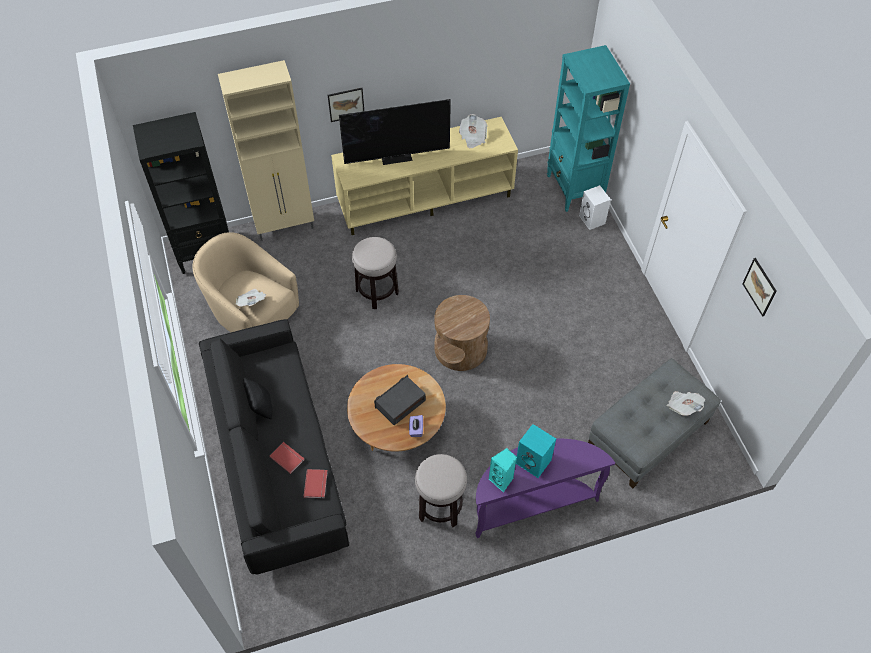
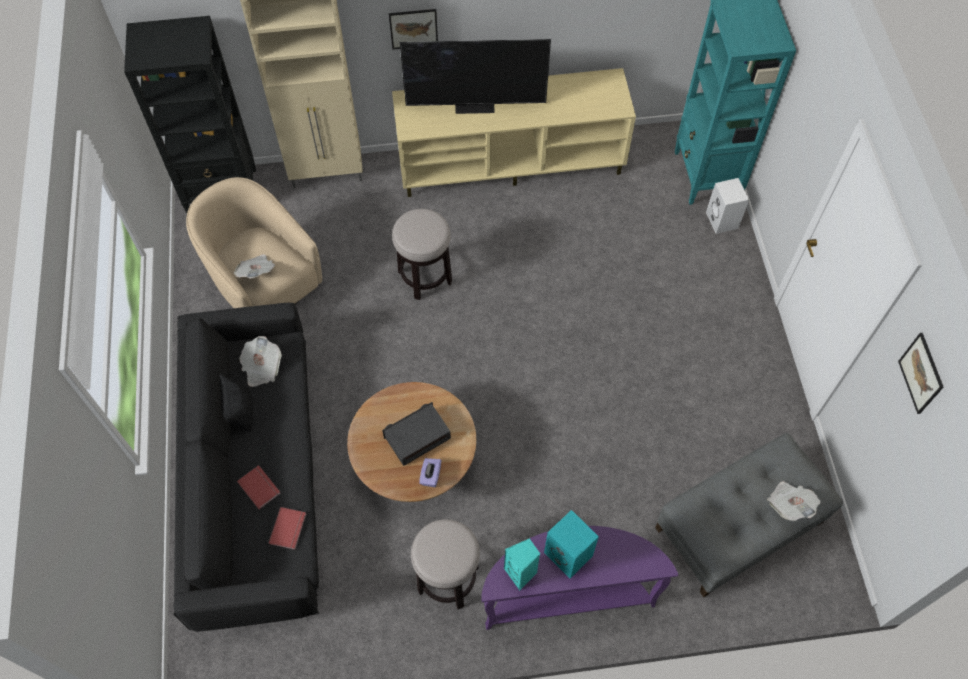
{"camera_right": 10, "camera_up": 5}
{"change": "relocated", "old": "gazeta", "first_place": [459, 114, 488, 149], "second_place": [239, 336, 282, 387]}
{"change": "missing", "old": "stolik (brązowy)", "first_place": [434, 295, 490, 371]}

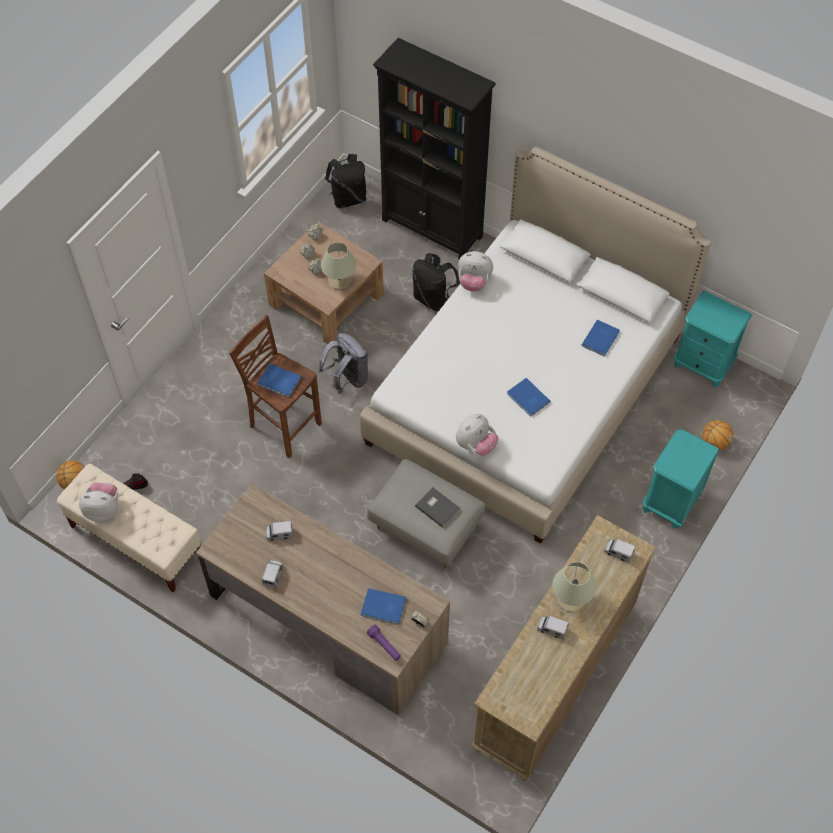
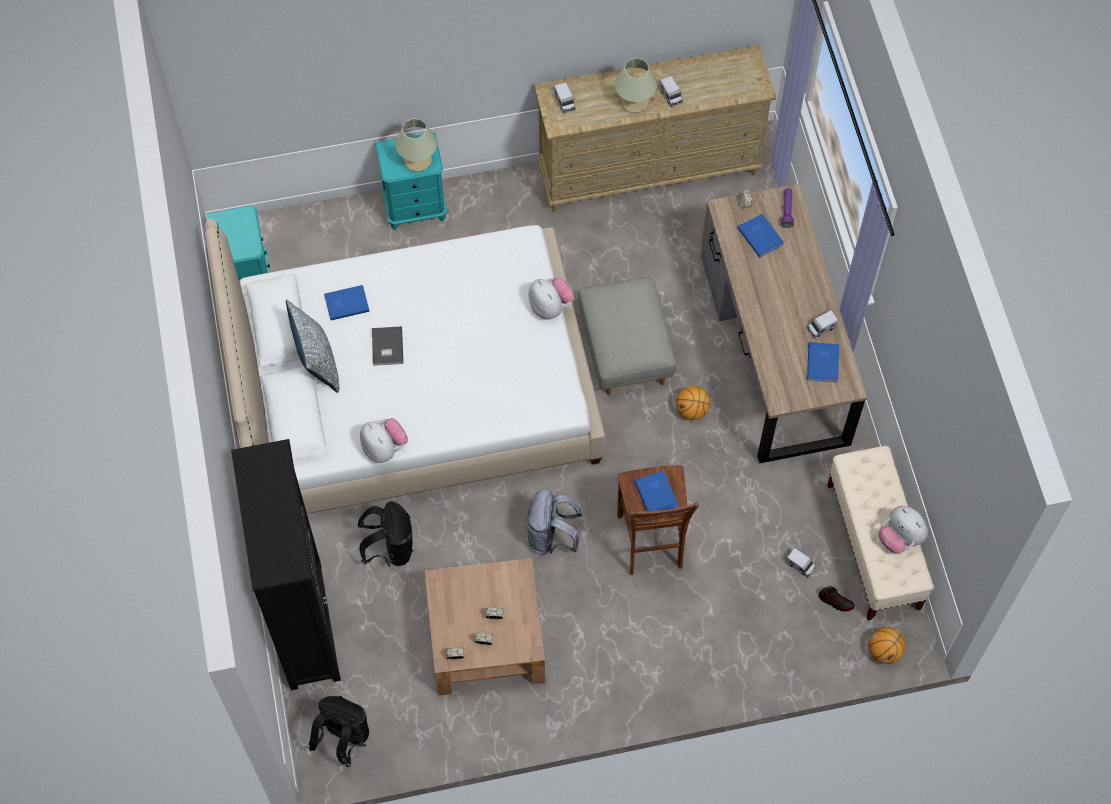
{"camera_right": -135, "camera_up": 5}
{"change": "appeared", "new": "poduszka", "second_place": [286, 300, 339, 393]}
{"change": "relocated", "old": "książka (szary)", "first_place": [415, 487, 460, 528], "second_place": [372, 326, 403, 366]}
{"change": "relocated", "old": "lampa stołowa (beżowy)", "first_place": [321, 242, 356, 290], "second_place": [395, 119, 437, 172]}
{"change": "spun", "old": "pluszak", "first_place": [456, 414, 499, 456], "second_place": [529, 277, 575, 319], "degrees": 60}
{"change": "relocated", "old": "piłka do koszykówki", "first_place": [702, 420, 733, 450], "second_place": [676, 386, 710, 420]}
{"change": "relocated", "old": "ciężarówka zabawkowa", "first_place": [266, 521, 293, 541], "second_place": [786, 548, 816, 577]}
{"change": "relocated", "old": "książka (niebieski)", "first_place": [507, 378, 550, 417], "second_place": [807, 342, 839, 382]}

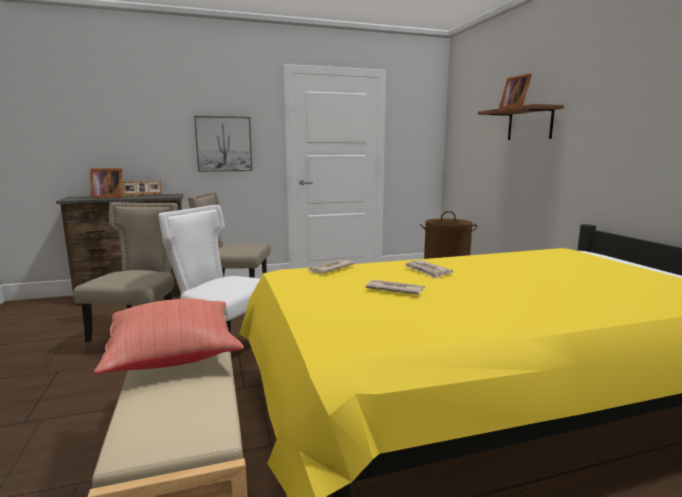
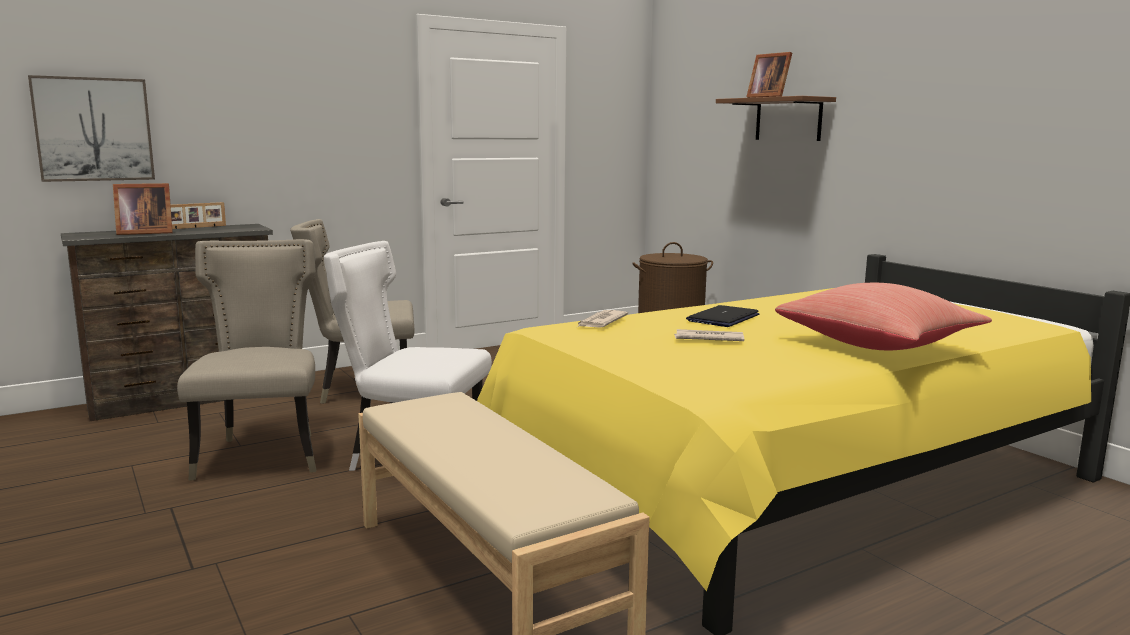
{"camera_right": -15, "camera_up": 0}
{"change": "relocated", "old": "obraz", "first_place": [194, 116, 253, 172], "second_place": [28, 75, 155, 182]}
{"change": "exchanged", "old": "gazeta", "new": "laptop", "first_place": [404, 260, 453, 279], "second_place": [686, 305, 759, 327]}
{"change": "relocated", "old": "poduszka (czerwony)", "first_place": [94, 299, 244, 374], "second_place": [775, 283, 992, 350]}

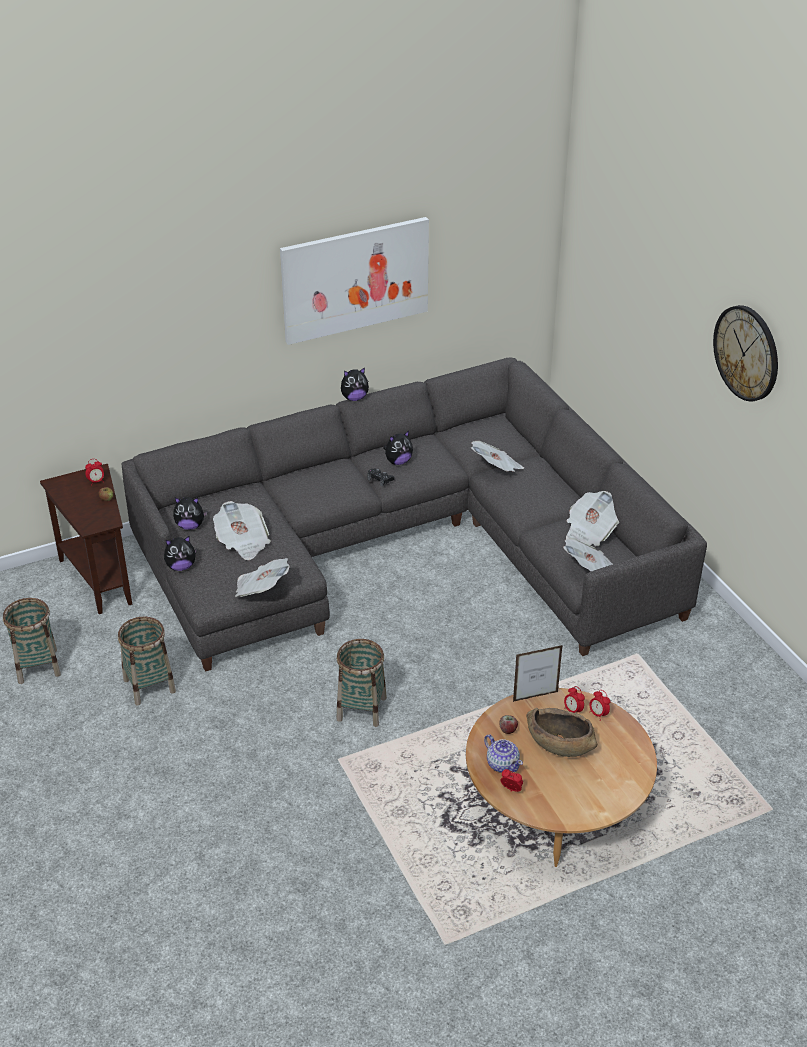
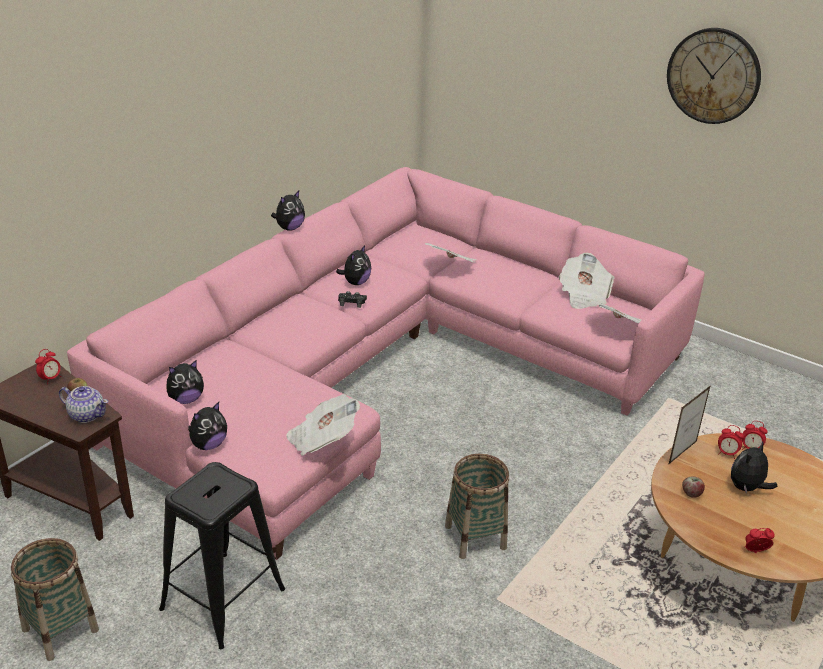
{"camera_right": -30, "camera_up": -5}
{"change": "relocated", "old": "imbryk", "first_place": [484, 734, 523, 773], "second_place": [59, 386, 108, 423]}
{"change": "colour", "old": "kanapa (szary)", "new": "kanapa (różowy)", "first_place": [122, 357, 707, 672], "second_place": [67, 167, 705, 560]}
{"change": "exchanged", "old": "koszyk", "new": "stołek (czarny)", "first_place": [118, 616, 176, 705], "second_place": [159, 462, 285, 649]}
{"change": "exchanged", "old": "miska (brązowy)", "new": "pluszak", "first_place": [527, 708, 597, 757], "second_place": [731, 442, 778, 494]}
{"change": "missing", "old": "gazeta", "first_place": [213, 501, 271, 560]}
{"change": "missing", "old": "obraz", "first_place": [280, 217, 429, 345]}

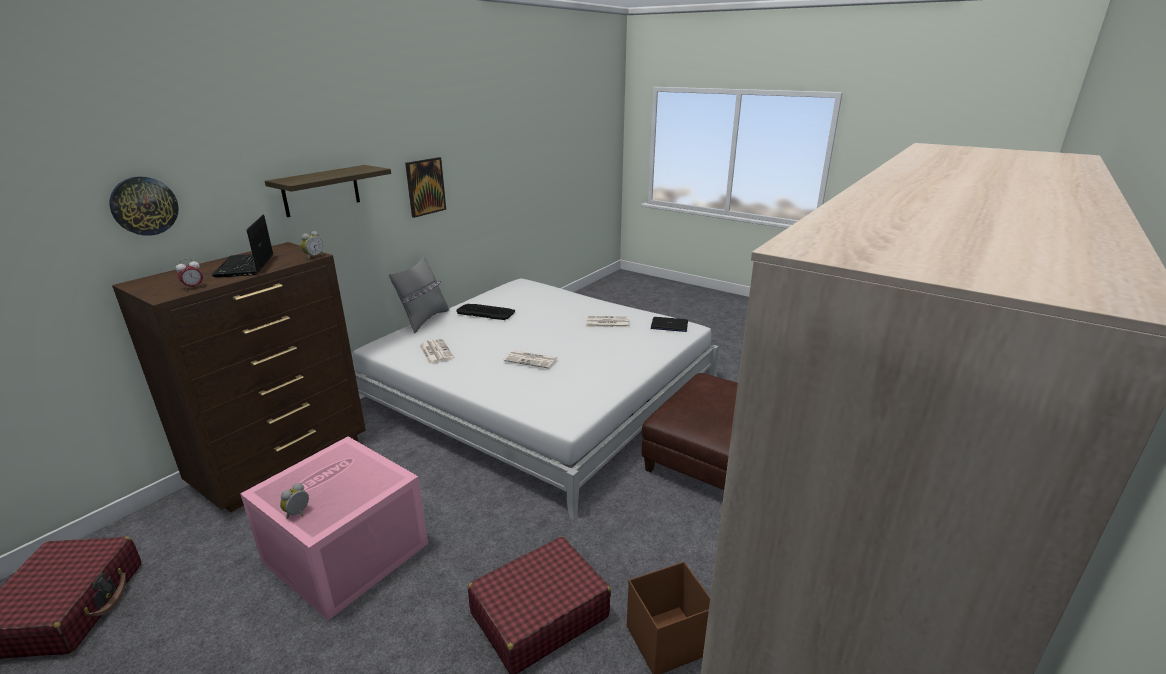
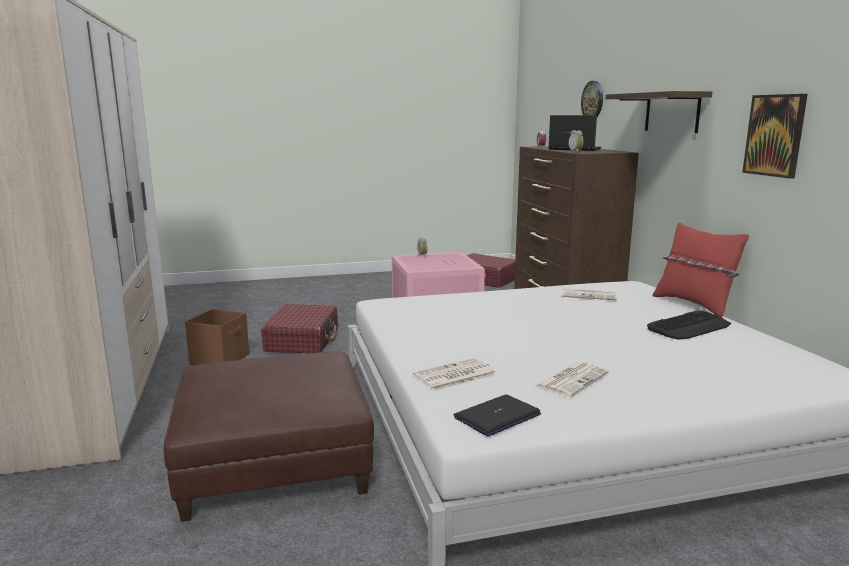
{"camera_right": 130, "camera_up": -10}
{"change": "relocated", "old": "gazeta", "first_place": [504, 351, 558, 369], "second_place": [412, 358, 497, 391]}
{"change": "colour", "old": "poduszka (szary)", "new": "poduszka (czerwony)", "first_place": [389, 257, 449, 333], "second_place": [653, 222, 749, 318]}

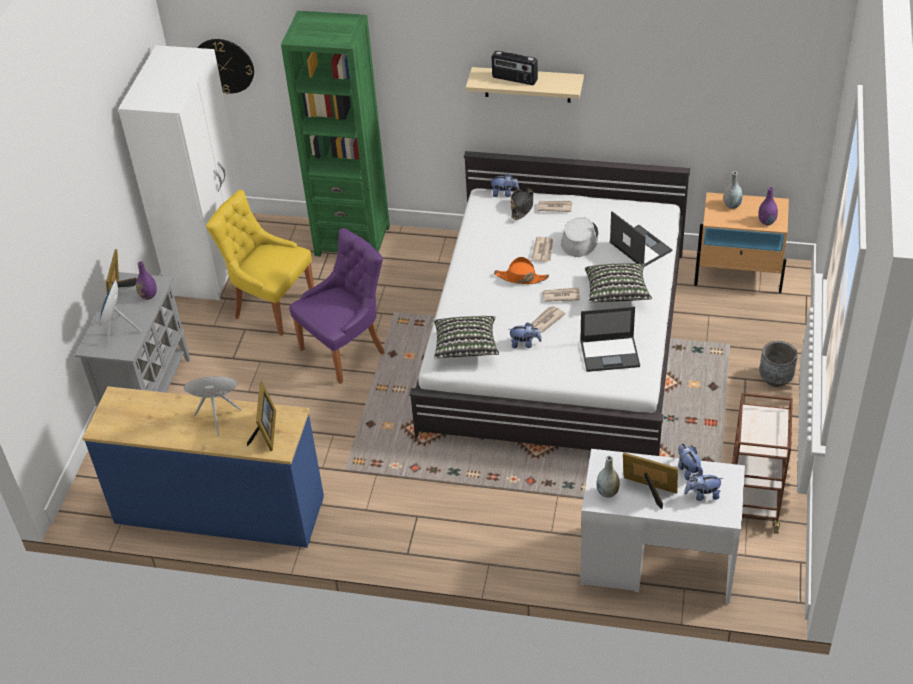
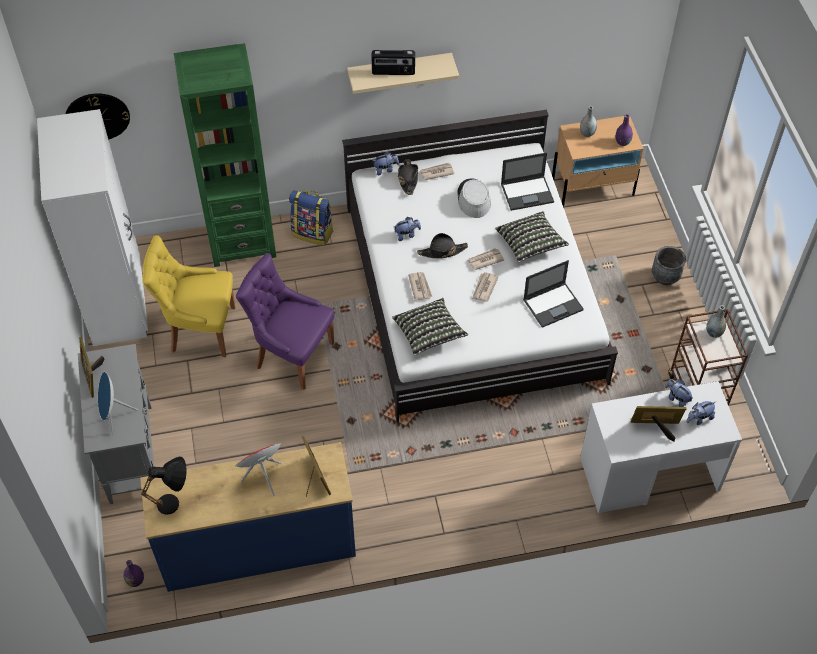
{"camera_right": -25, "camera_up": 10}
{"change": "relocated", "old": "wazon (fioletowy)", "first_place": [136, 261, 157, 300], "second_place": [123, 560, 144, 587]}
{"change": "appeared", "new": "lampa stołowa (czarny)", "second_place": [141, 457, 187, 515]}
{"change": "spun", "old": "krzesło (fioletowy)", "first_place": [289, 228, 385, 384], "second_place": [236, 253, 334, 390], "degrees": -90}
{"change": "appeared", "new": "plecak", "second_place": [289, 190, 333, 245]}
{"change": "relocated", "old": "pluszak", "first_place": [508, 322, 542, 348], "second_place": [394, 217, 421, 241]}
{"change": "relocated", "old": "gazeta", "first_place": [531, 237, 553, 262], "second_place": [408, 272, 433, 301]}
{"change": "colour", "old": "kapelusz (pomarańczowy)", "new": "kapelusz (czarny)", "first_place": [494, 257, 549, 284], "second_place": [417, 233, 468, 258]}
{"change": "spun", "old": "laptop", "first_place": [610, 211, 672, 267], "second_place": [501, 152, 554, 211], "degrees": 135}
{"change": "relocated", "old": "wazon (szary)", "first_place": [596, 456, 620, 498], "second_place": [706, 305, 726, 338]}

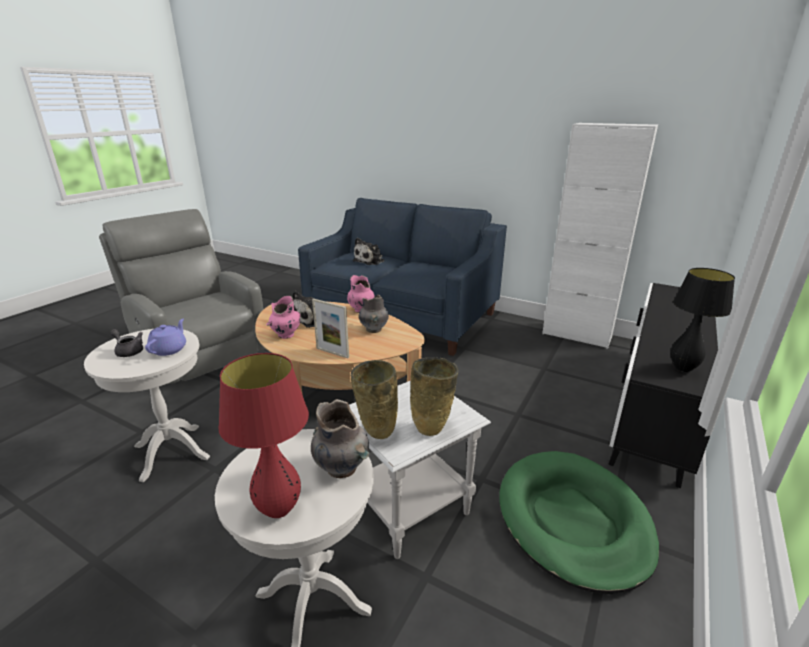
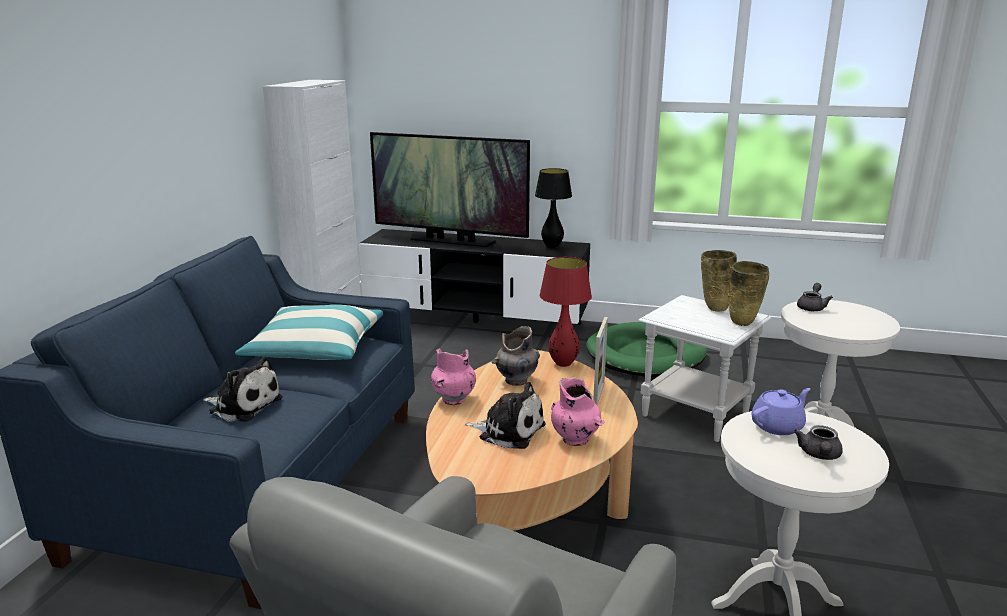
{"camera_right": -105, "camera_up": -5}
{"change": "appeared", "new": "poduszka", "second_place": [235, 305, 383, 360]}
{"change": "appeared", "new": "telewizor", "second_place": [370, 132, 530, 247]}
{"change": "relocated", "old": "lampa stołowa (czerwony)", "first_place": [218, 353, 309, 518], "second_place": [539, 257, 592, 367]}
{"change": "spun", "old": "imbryk (fioletowy)", "first_place": [145, 318, 186, 356], "second_place": [752, 388, 810, 435], "degrees": 150}
{"change": "exchanged", "old": "wazon (szary)", "new": "imbryk (szary)", "first_place": [311, 399, 369, 478], "second_place": [797, 283, 833, 311]}

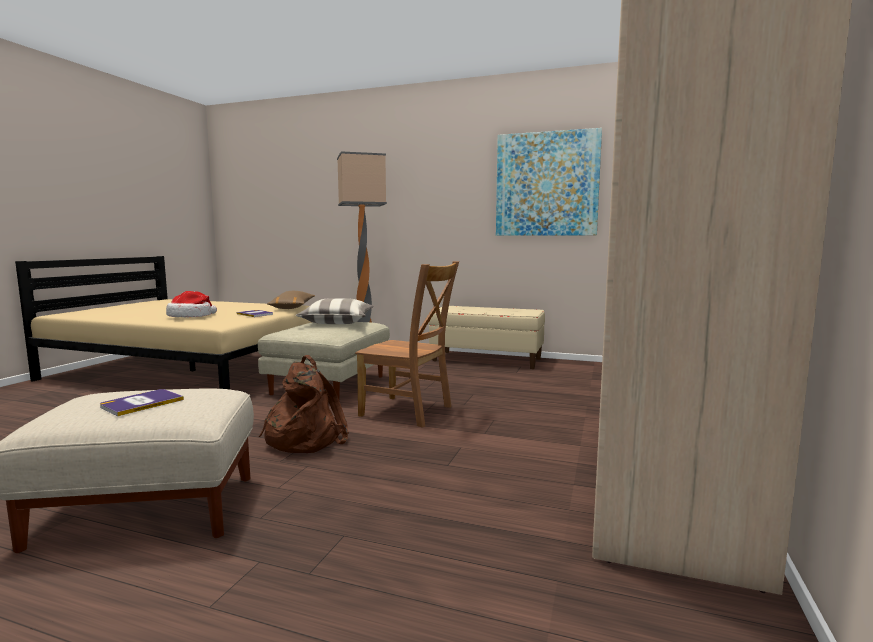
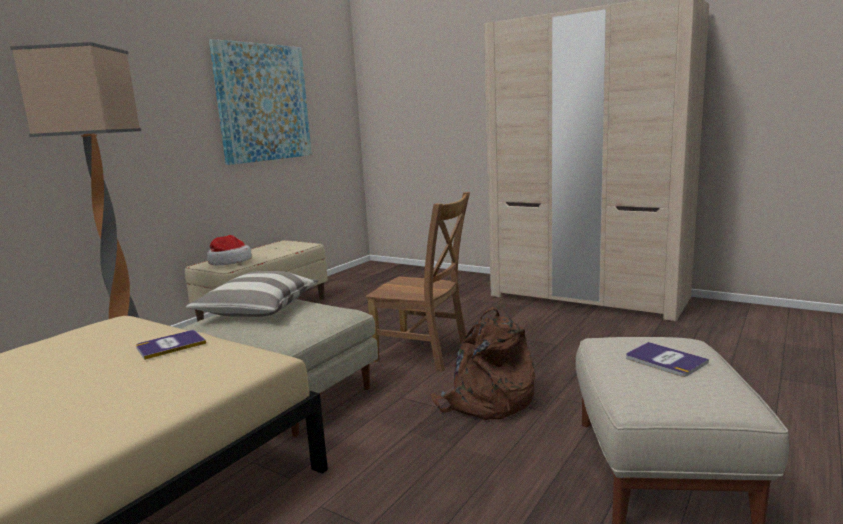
{"camera_right": -75, "camera_up": 5}
{"change": "relocated", "old": "kapelusz", "first_place": [166, 291, 217, 317], "second_place": [207, 235, 252, 266]}
{"change": "spun", "old": "krzesło (brązowy)", "first_place": [355, 261, 459, 428], "second_place": [366, 192, 470, 372], "degrees": 75}
{"change": "missing", "old": "poduszka (brązowy)", "first_place": [267, 291, 315, 309]}

